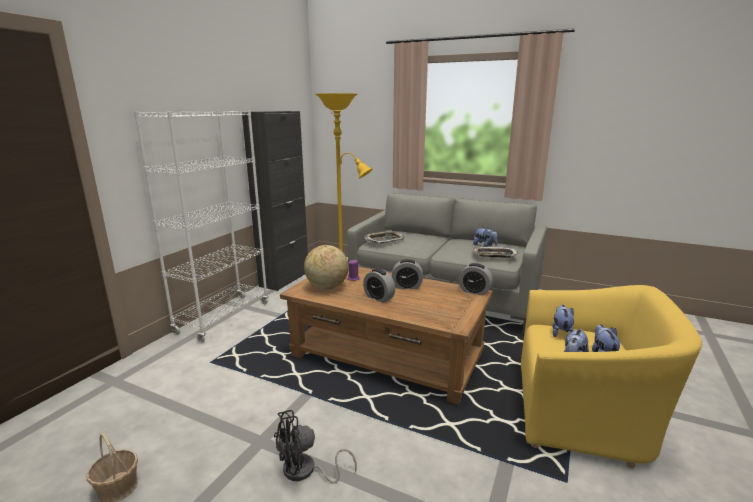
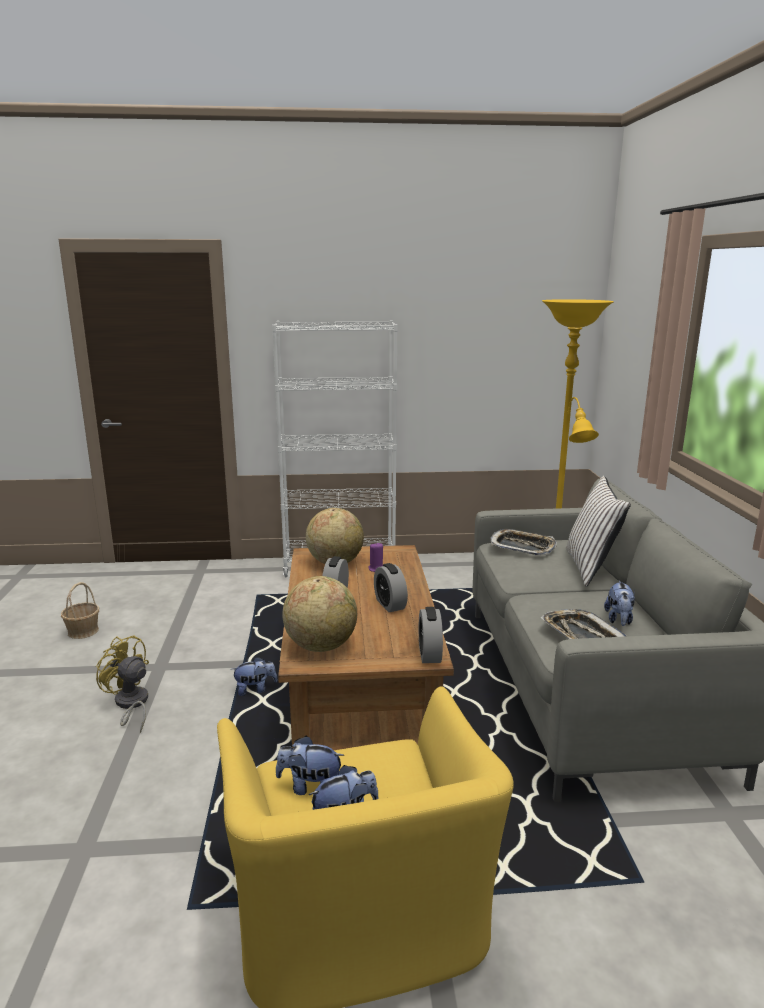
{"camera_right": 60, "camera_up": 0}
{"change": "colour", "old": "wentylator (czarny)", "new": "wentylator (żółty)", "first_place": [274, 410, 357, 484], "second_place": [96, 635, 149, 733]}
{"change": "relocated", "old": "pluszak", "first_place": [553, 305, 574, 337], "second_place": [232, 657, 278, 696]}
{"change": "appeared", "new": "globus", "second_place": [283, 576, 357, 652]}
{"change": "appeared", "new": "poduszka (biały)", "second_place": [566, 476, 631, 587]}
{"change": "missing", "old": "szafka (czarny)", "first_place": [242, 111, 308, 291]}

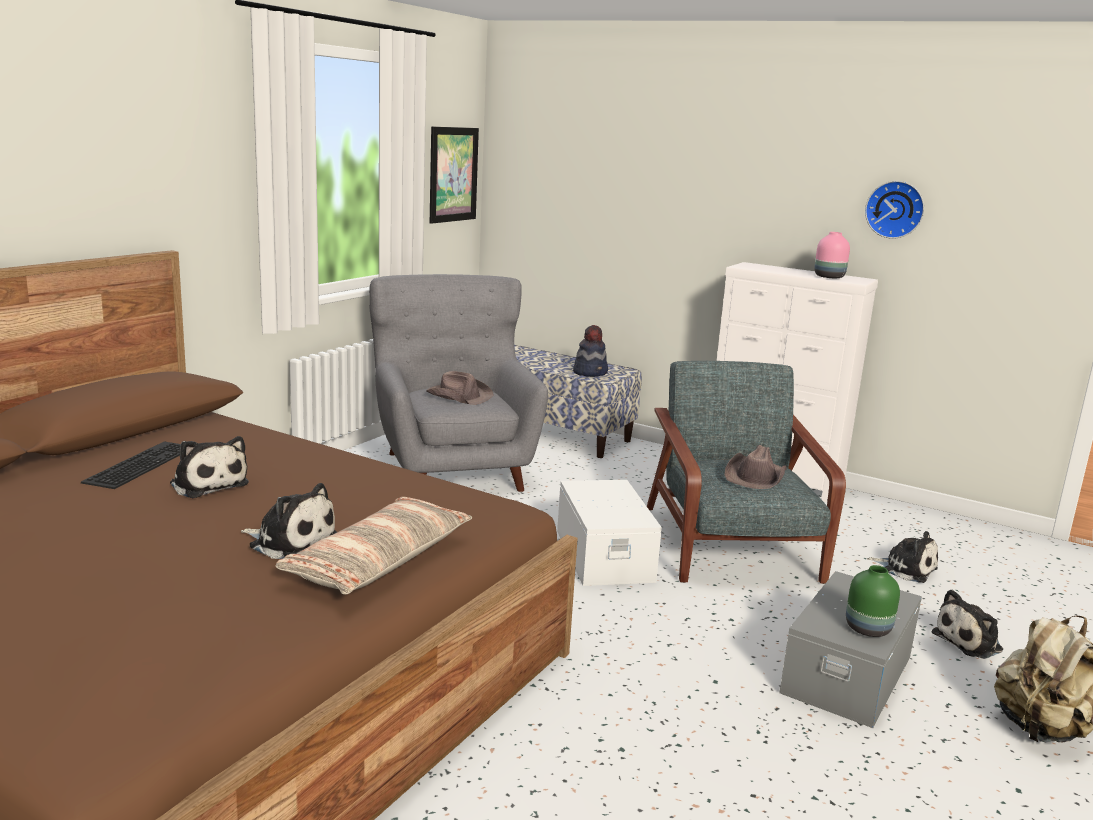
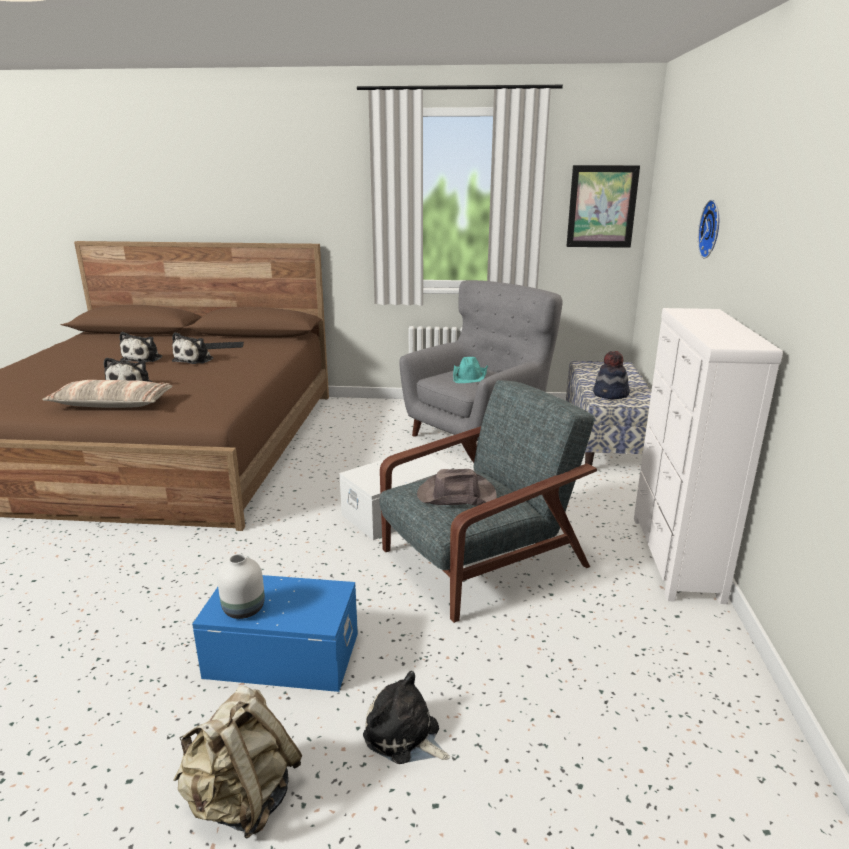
{"camera_right": 65, "camera_up": 5}
{"change": "relocated", "old": "pluszak", "first_place": [867, 531, 938, 583], "second_place": [120, 332, 162, 363]}
{"change": "colour", "old": "pojemnik do przechowywania (szary)", "new": "pojemnik do przechowywania (niebieski)", "first_place": [780, 571, 922, 728], "second_place": [192, 575, 358, 692]}
{"change": "colour", "old": "wazon (zielony)", "new": "wazon (biały)", "first_place": [846, 565, 900, 637], "second_place": [217, 554, 265, 619]}
{"change": "colour", "old": "kapelusz (brązowy)", "new": "kapelusz (turkusowy)", "first_place": [426, 371, 494, 405], "second_place": [453, 357, 488, 383]}
{"change": "relocated", "old": "zegar ścienny", "first_place": [865, 181, 924, 239], "second_place": [698, 200, 719, 259]}
{"change": "missing", "old": "wazon (różowy)", "first_place": [814, 232, 850, 278]}

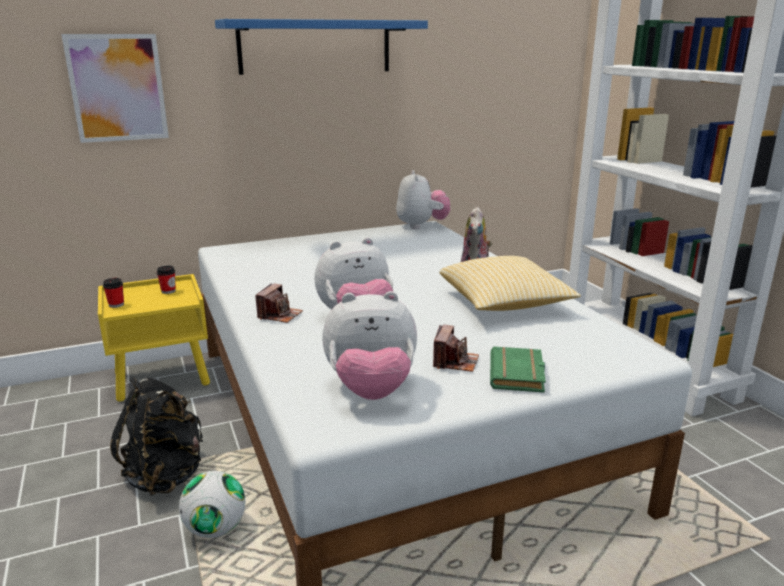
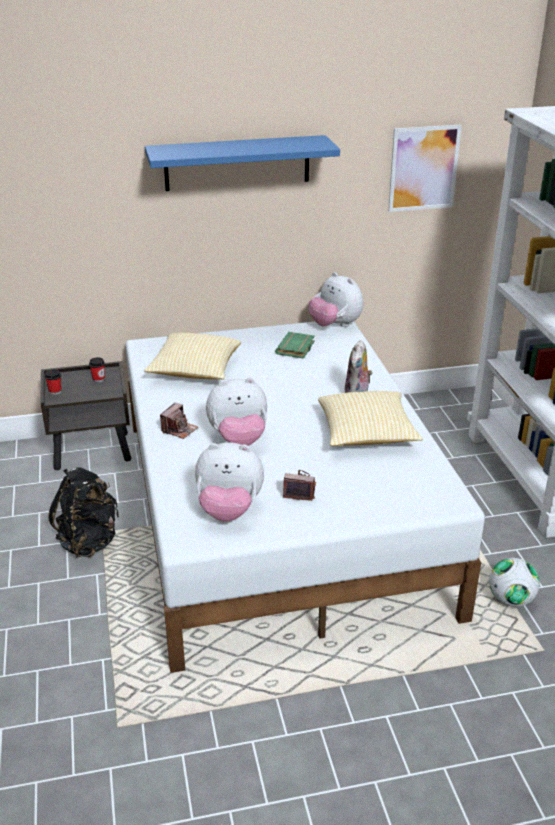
{"camera_right": 10, "camera_up": 10}
{"change": "colour", "old": "szafka nocna (żółty)", "new": "szafka nocna (brązowy)", "first_place": [98, 274, 210, 402], "second_place": [40, 361, 131, 470]}
{"change": "appeared", "new": "poduszka", "second_place": [144, 333, 241, 379]}
{"change": "relocated", "old": "książka (zielony)", "first_place": [490, 347, 546, 393], "second_place": [275, 332, 315, 359]}
{"change": "spun", "old": "aparat fotograficzny", "first_place": [433, 325, 479, 372], "second_place": [283, 470, 316, 501], "degrees": -105}
{"change": "spun", "old": "pluszak", "first_place": [396, 170, 450, 229], "second_place": [308, 272, 363, 327], "degrees": 135}
{"change": "relocated", "old": "obraz", "first_place": [61, 34, 169, 143], "second_place": [388, 125, 462, 212]}
{"change": "relocated", "old": "piłka futbolowa", "first_place": [179, 471, 245, 538], "second_place": [489, 558, 539, 607]}

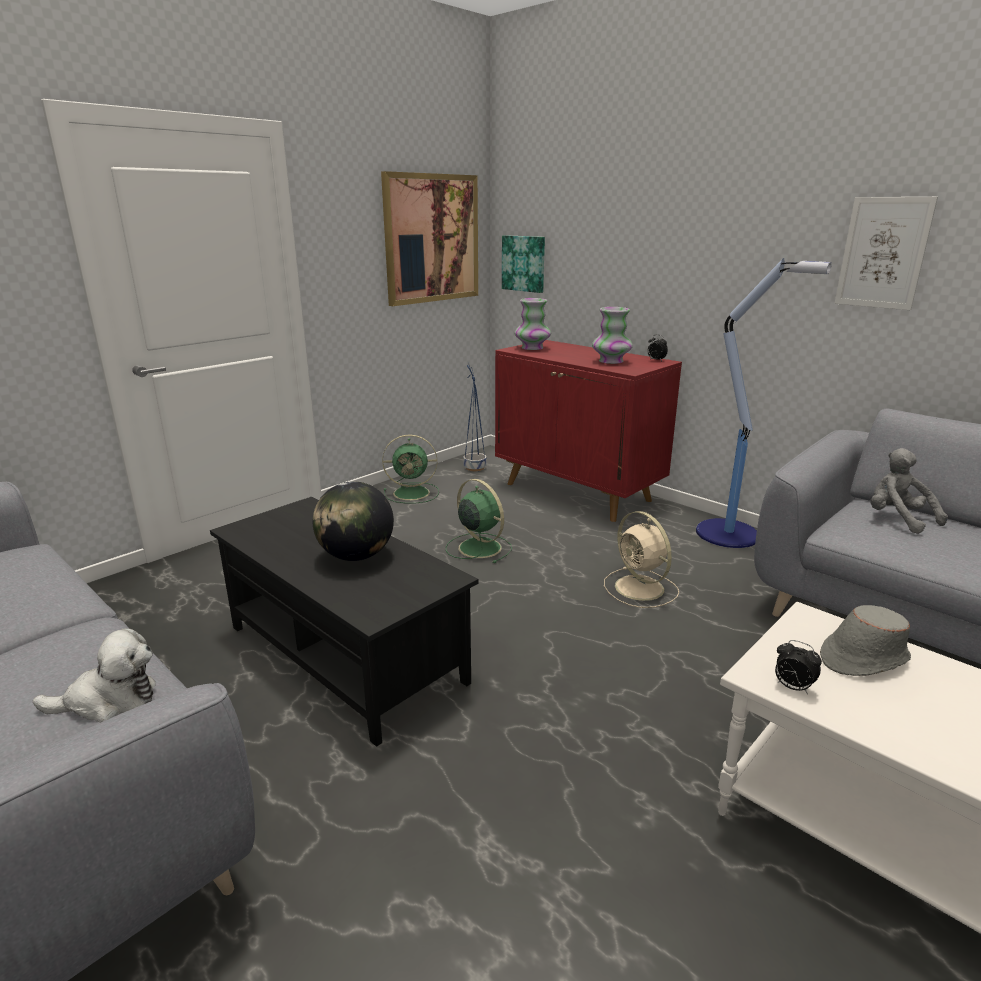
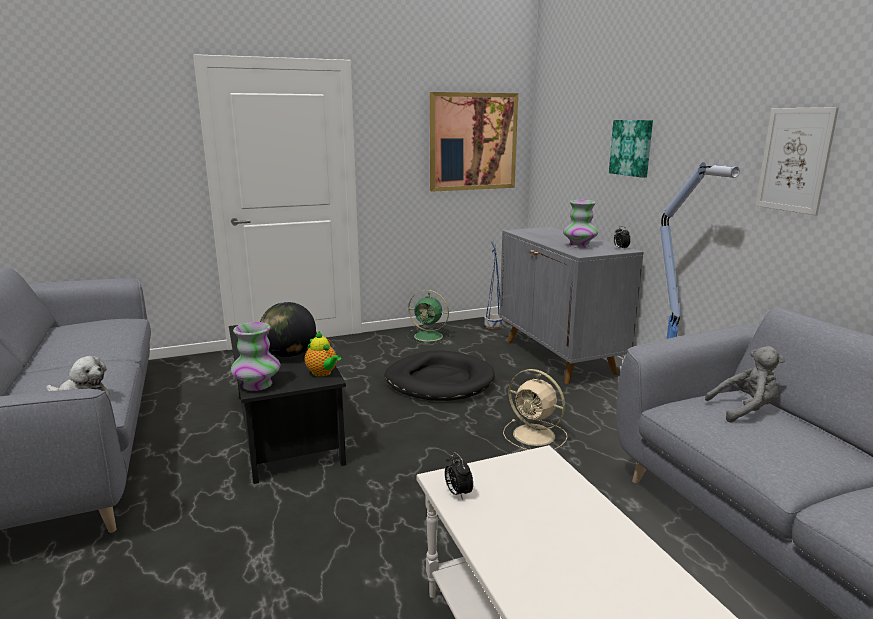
{"camera_right": 25, "camera_up": -5}
{"change": "relocated", "old": "wazon", "first_place": [515, 298, 551, 350], "second_place": [231, 322, 280, 391]}
{"change": "appeared", "new": "imbryk", "second_place": [305, 331, 341, 377]}
{"change": "exchanged", "old": "wentylator (zielony)", "new": "legowisko (czarny)", "first_place": [446, 479, 512, 563], "second_place": [384, 350, 495, 401]}
{"change": "colour", "old": "szafka (czerwony)", "new": "szafka (szary)", "first_place": [495, 340, 682, 522], "second_place": [500, 226, 643, 384]}
{"change": "spun", "old": "wentylator (beżowy)", "first_place": [604, 511, 679, 608], "second_place": [503, 369, 567, 450], "degrees": -45}
{"change": "relocated", "old": "obraz", "first_place": [502, 235, 545, 293], "second_place": [609, 120, 653, 178]}
{"change": "spun", "old": "pluszak (szary)", "first_place": [870, 448, 948, 534], "second_place": [705, 346, 785, 423], "degrees": 90}
{"change": "missing", "old": "kapelusz (szary)", "first_place": [820, 605, 911, 676]}

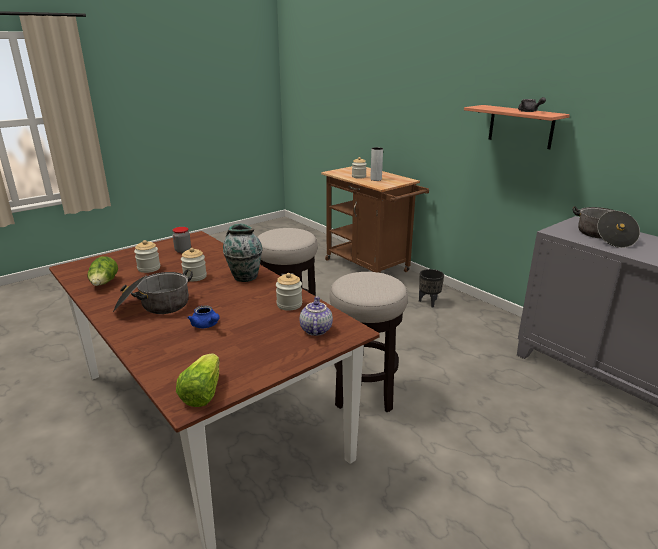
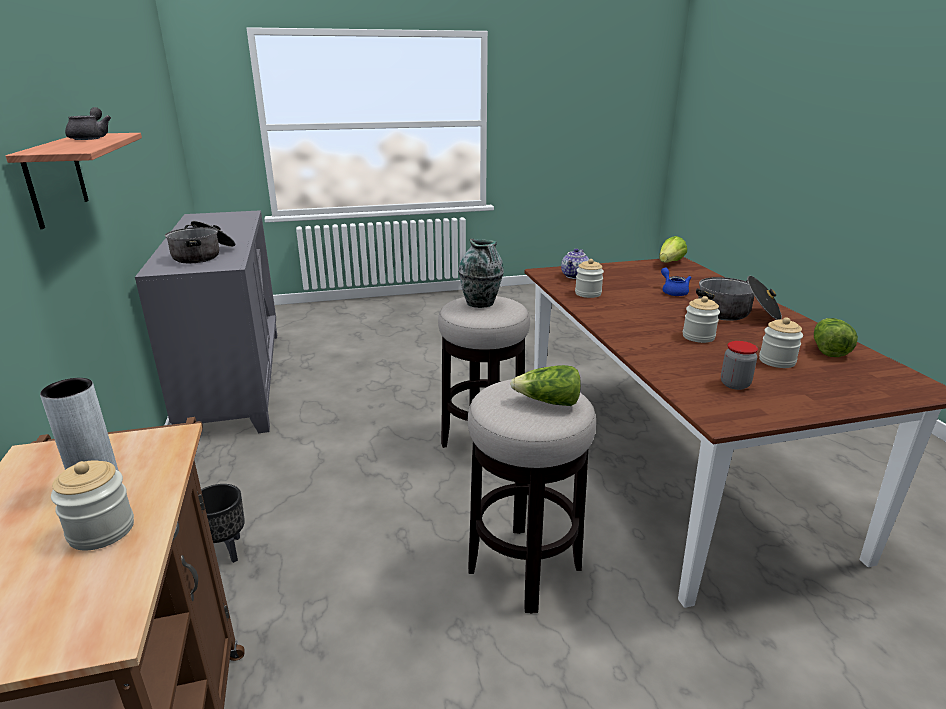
{"camera_right": -155, "camera_up": 0}
{"change": "relocated", "old": "wazon", "first_place": [223, 223, 263, 282], "second_place": [458, 239, 504, 308]}
{"change": "appeared", "new": "sałata", "second_place": [510, 365, 581, 406]}

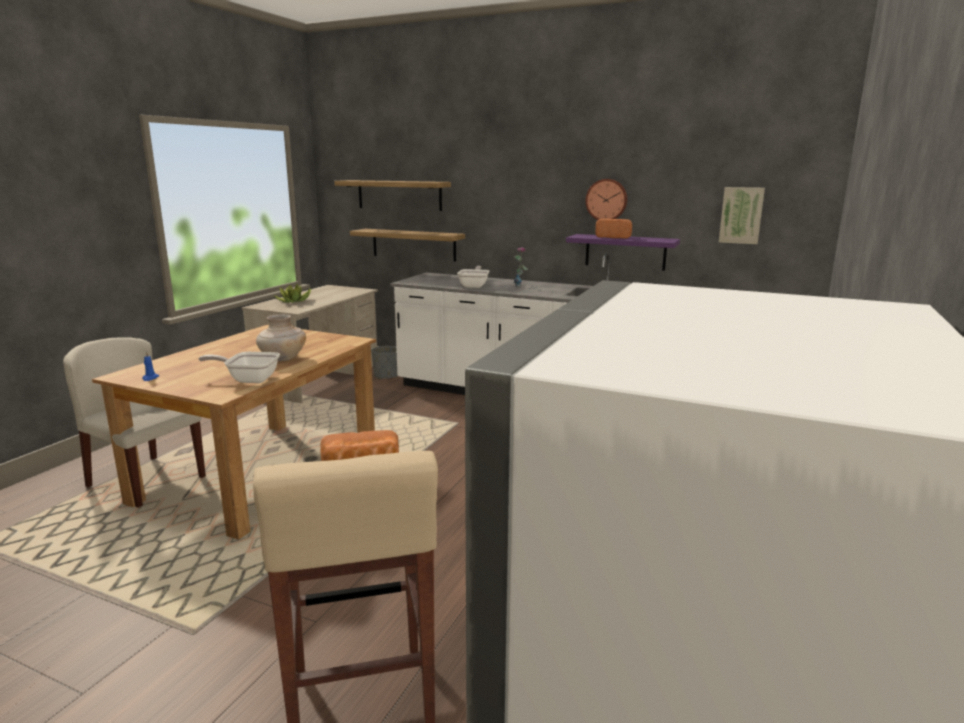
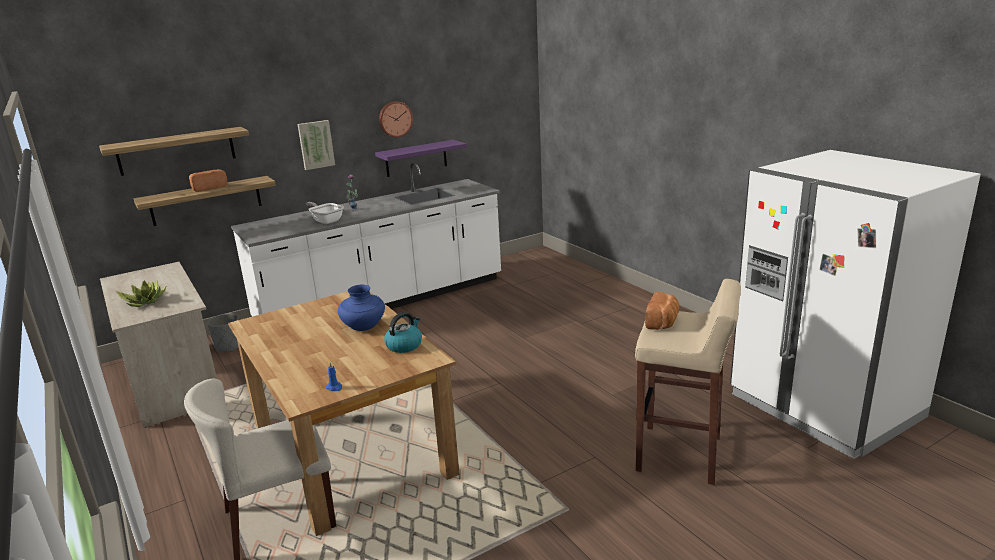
{"camera_right": -55, "camera_up": 5}
{"change": "relocated", "old": "chleb", "first_place": [595, 219, 632, 239], "second_place": [189, 169, 227, 192]}
{"change": "relocated", "old": "obraz", "first_place": [719, 187, 765, 244], "second_place": [297, 120, 335, 170]}
{"change": "colour", "old": "wazon (beżowy)", "new": "wazon (niebieski)", "first_place": [256, 314, 306, 361], "second_place": [338, 285, 385, 331]}
{"change": "exchanged", "old": "patelnia", "new": "czajnik", "first_place": [199, 352, 280, 383], "second_place": [384, 312, 422, 353]}

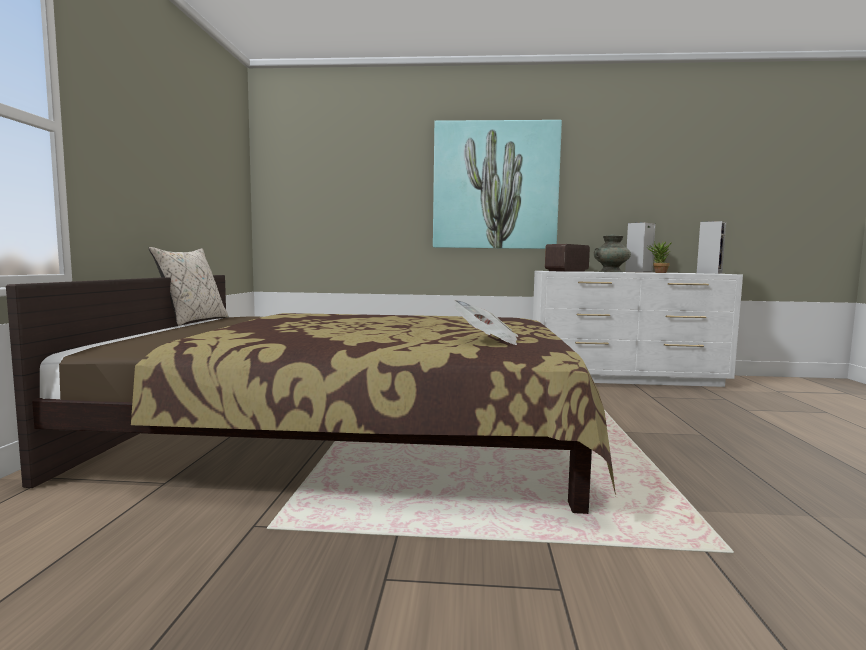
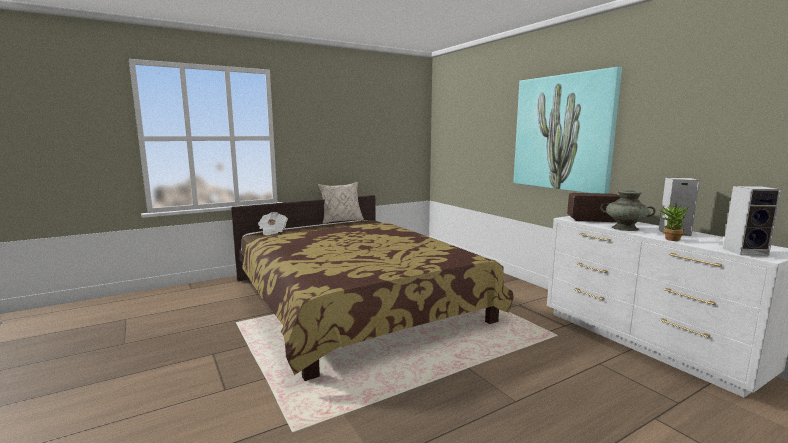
{"camera_right": 55, "camera_up": 5}
{"change": "relocated", "old": "gazeta", "first_place": [454, 300, 518, 345], "second_place": [258, 212, 288, 235]}

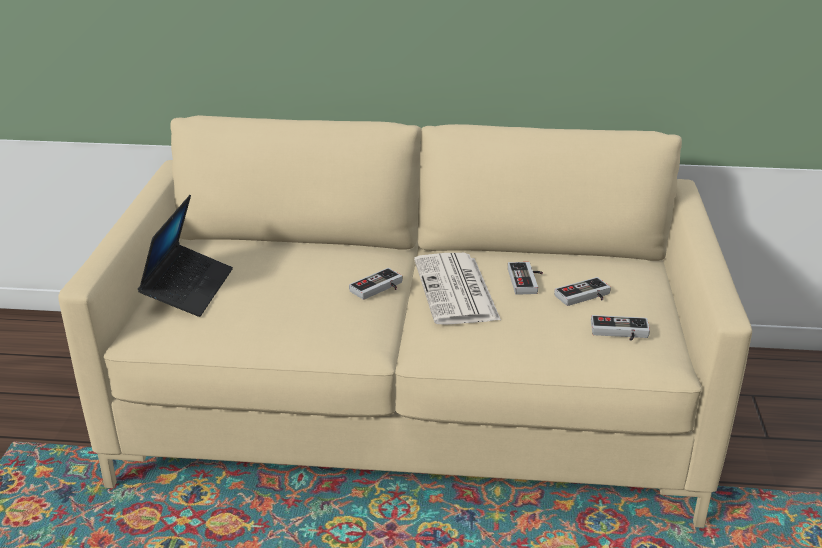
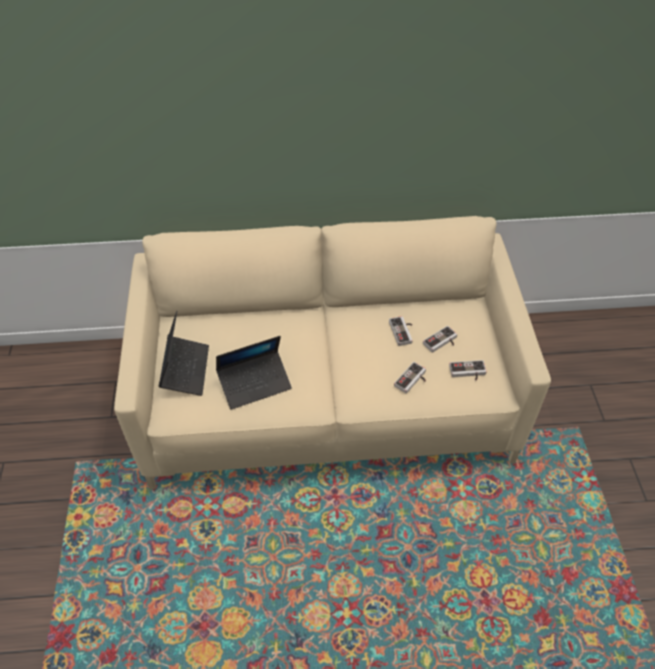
{"camera_right": -10, "camera_up": 20}
{"change": "appeared", "new": "laptop", "second_place": [216, 336, 292, 410]}
{"change": "relocated", "old": "pad do gier", "first_place": [349, 268, 402, 300], "second_place": [394, 362, 426, 394]}
{"change": "missing", "old": "gazeta", "first_place": [414, 253, 501, 325]}

